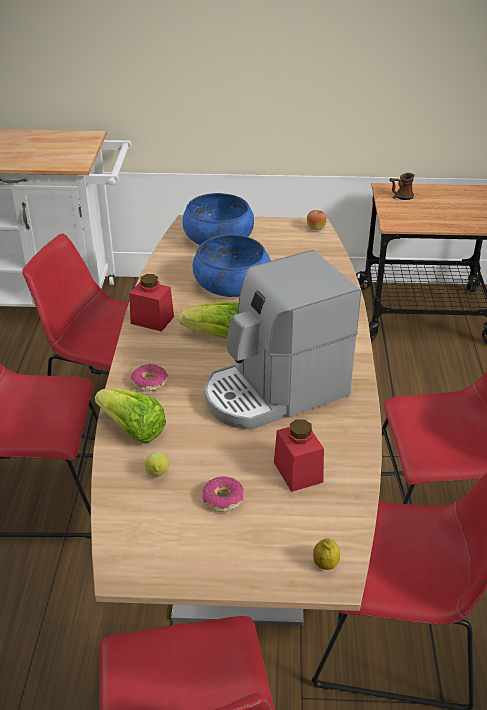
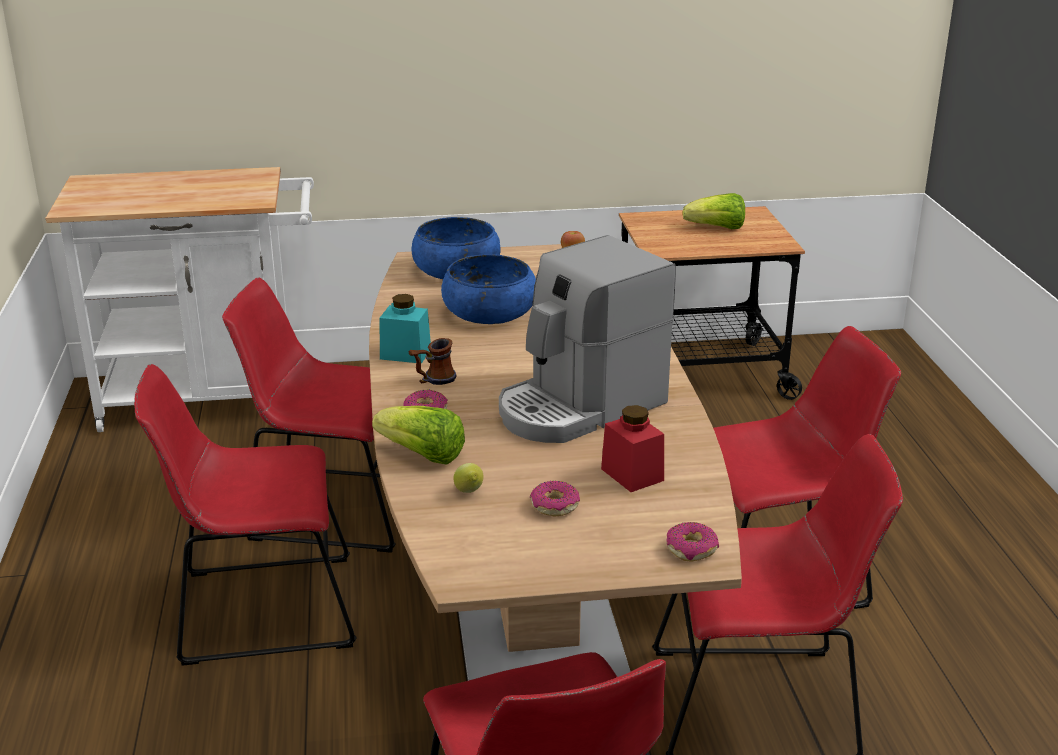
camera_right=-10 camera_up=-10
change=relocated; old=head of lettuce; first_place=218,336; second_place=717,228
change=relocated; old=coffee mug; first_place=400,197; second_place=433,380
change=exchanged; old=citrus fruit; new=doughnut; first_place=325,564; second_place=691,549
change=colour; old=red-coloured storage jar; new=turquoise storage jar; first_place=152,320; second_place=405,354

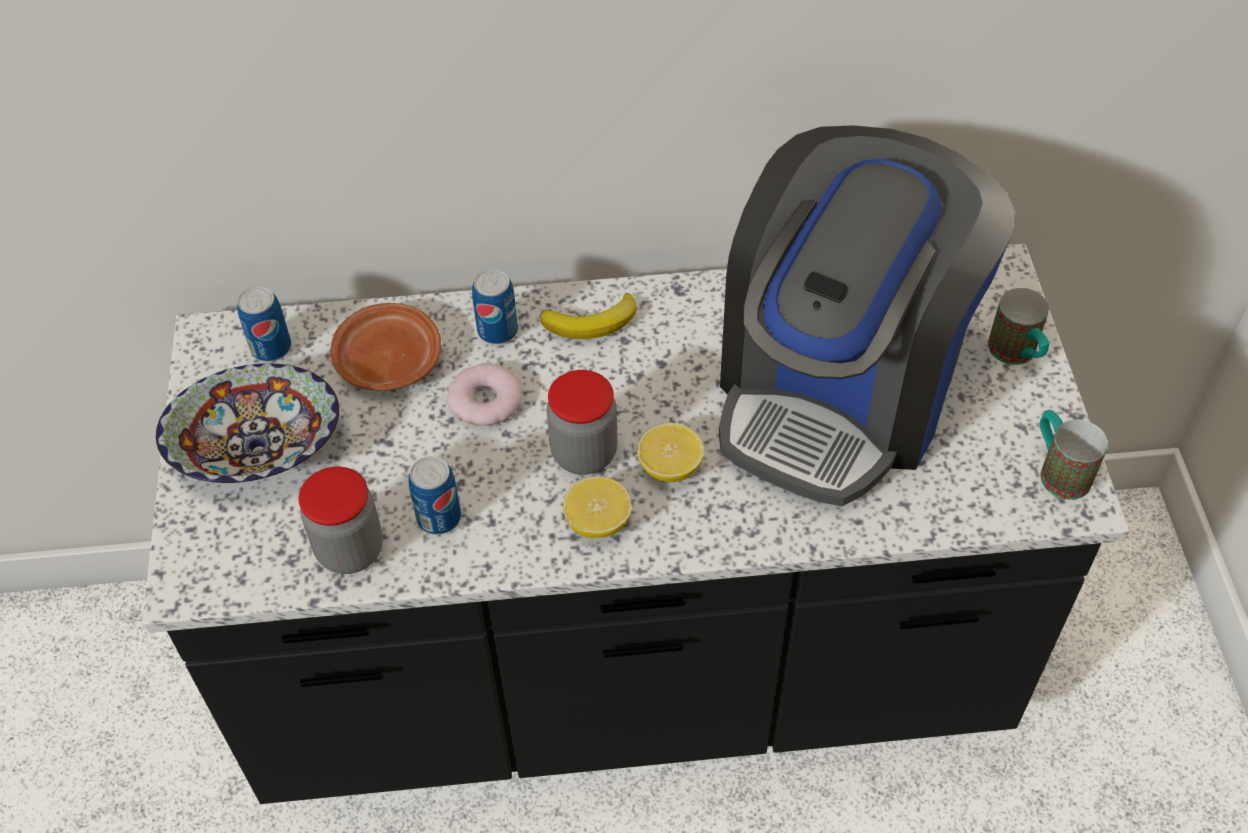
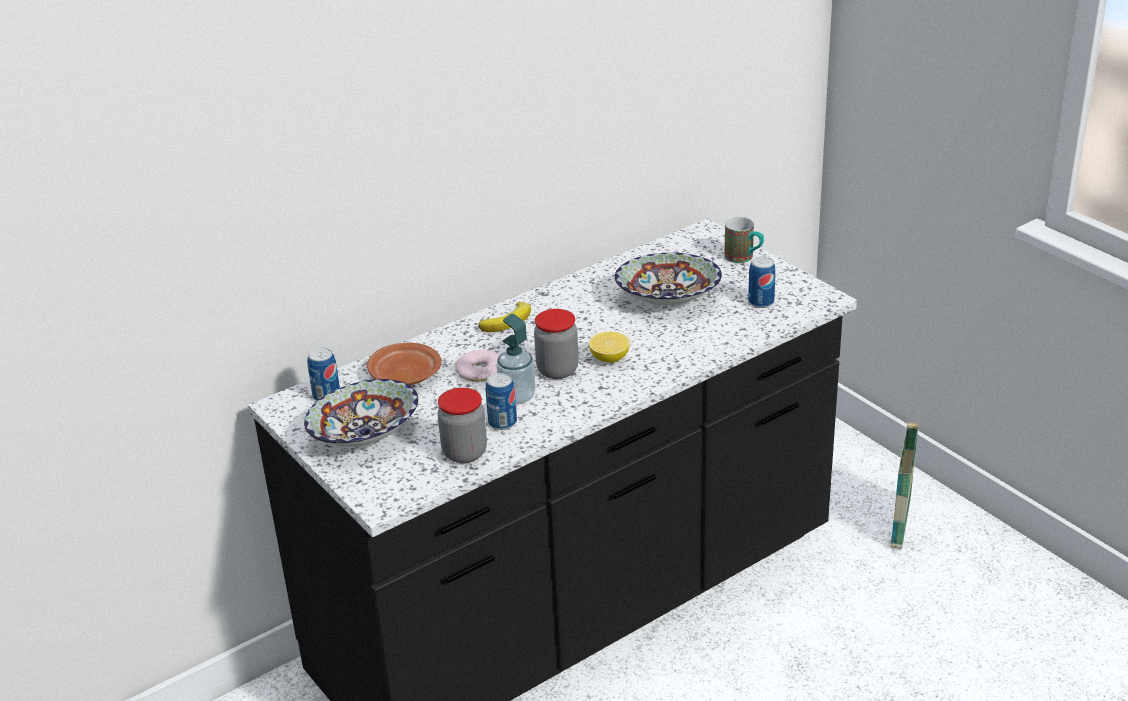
camera_right=-30 camera_up=-20
change=missing; old=citrus fruit; first_place=598,522
change=missing; old=coffee mug; first_place=1057,470
change=appeared; new=liquid soap bottle; second_place=517,397
change=appeared; new=household basket; second_place=900,523
change=relocated; old=metal can; first_place=497,331; second_place=761,302
change=exchanged; old=coffee maker; new=serving bowl; first_place=840,387; second_place=668,299

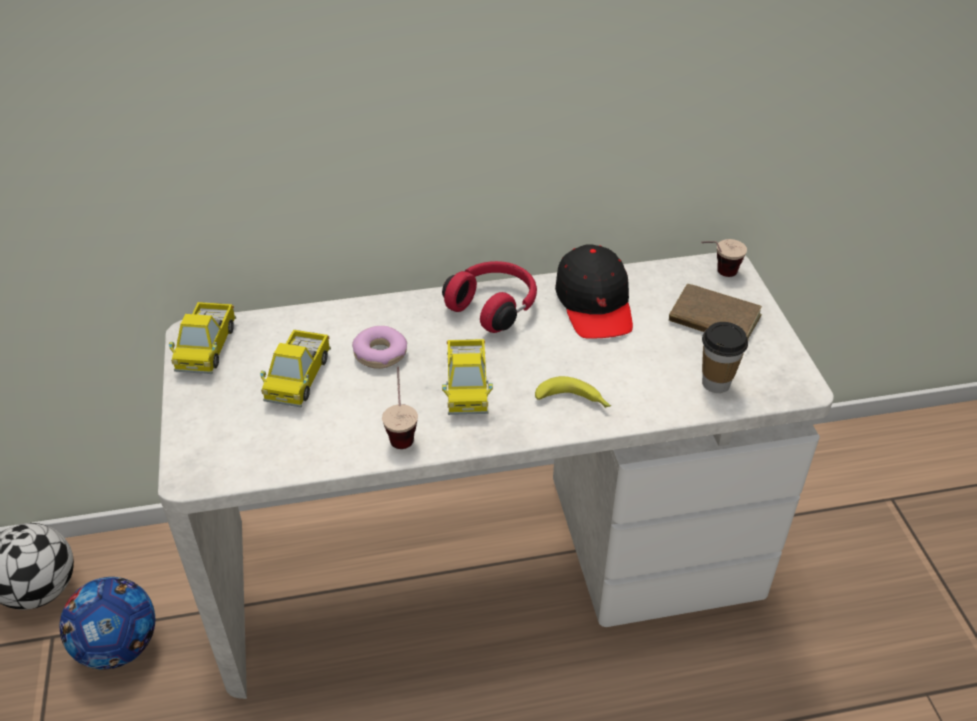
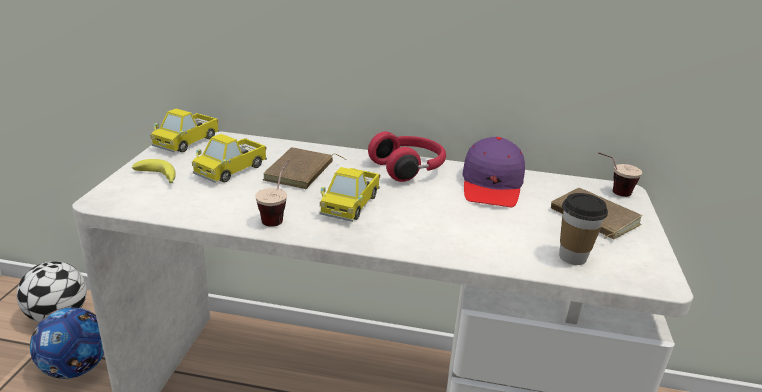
camera_right=20 camera_up=-15
change=relocated; old=whole banana; first_place=574,401; second_place=159,178
change=exchanged; old=doughnut; new=brown-coloured bound book; first_place=380,354; second_place=301,172
change=colour; old=black baseball cap; new=purplish baseball cap; first_place=595,304; second_place=492,185

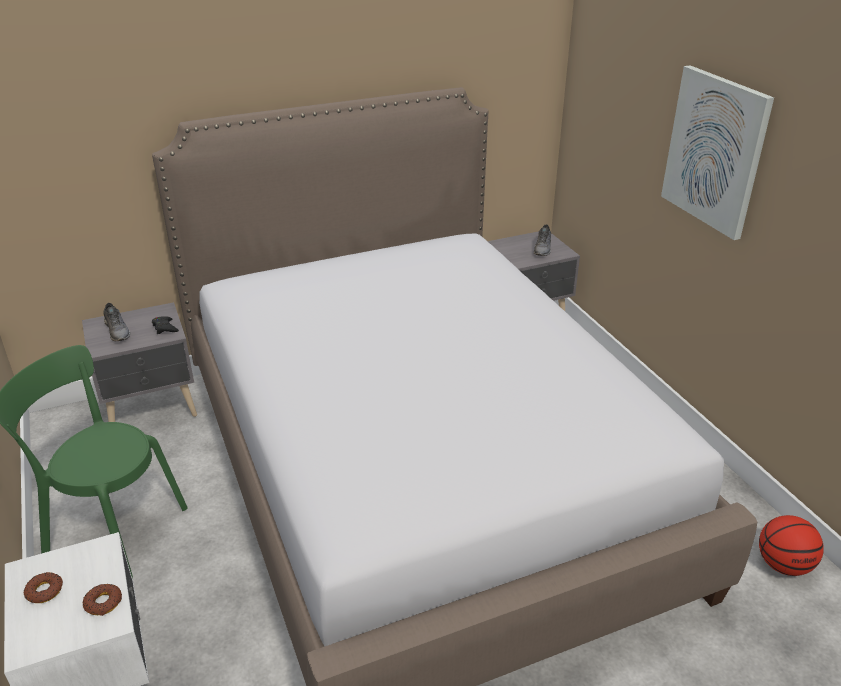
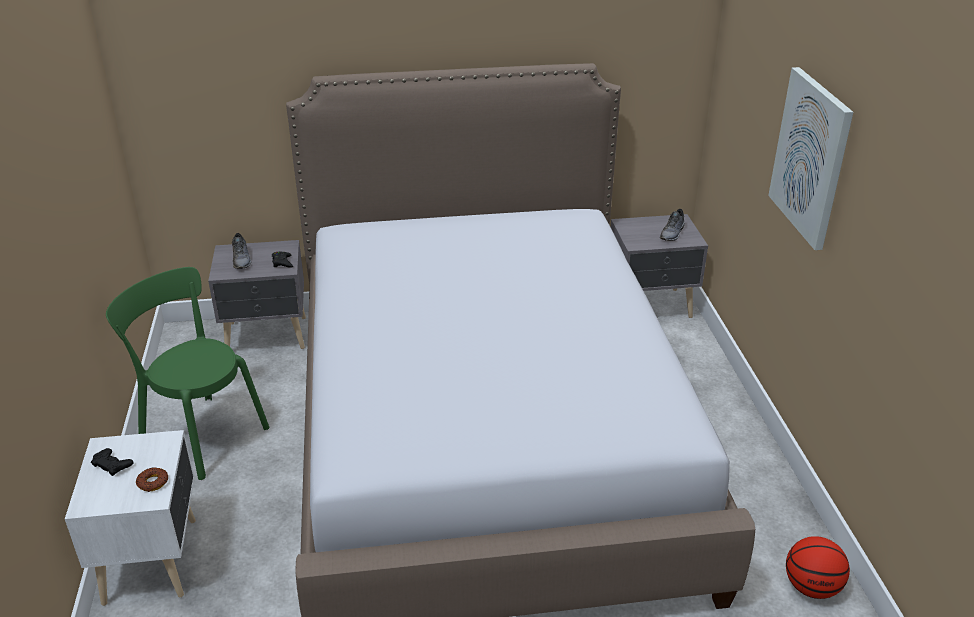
camera_right=15 camera_up=0
change=exchanged; old=doughnut; new=black joypad; first_place=44,591; second_place=112,464

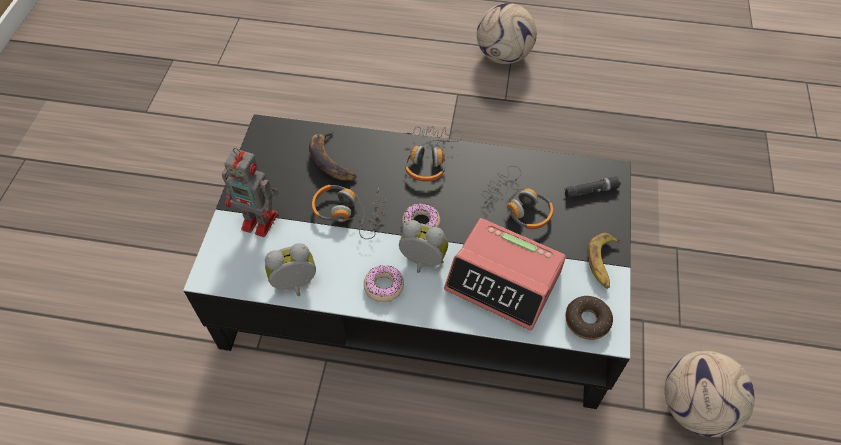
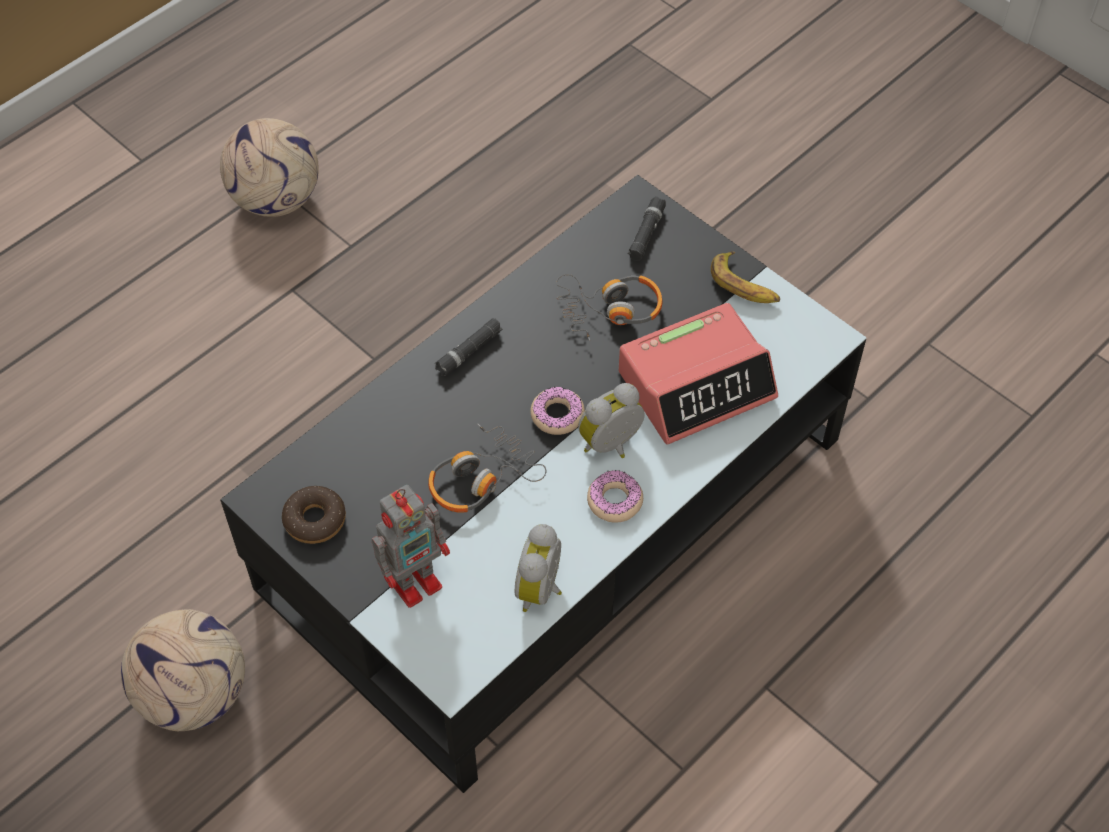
camera_right=-55 camera_up=0
change=missing; old=whole banana; first_place=330,160
change=relocated; old=doughnut; first_place=587,321; second_place=315,520
change=relocated; old=football; first_place=695,406; second_place=193,693
change=exchanged; old=pair of headphones; new=black hand torch; first_place=429,158; second_place=469,352

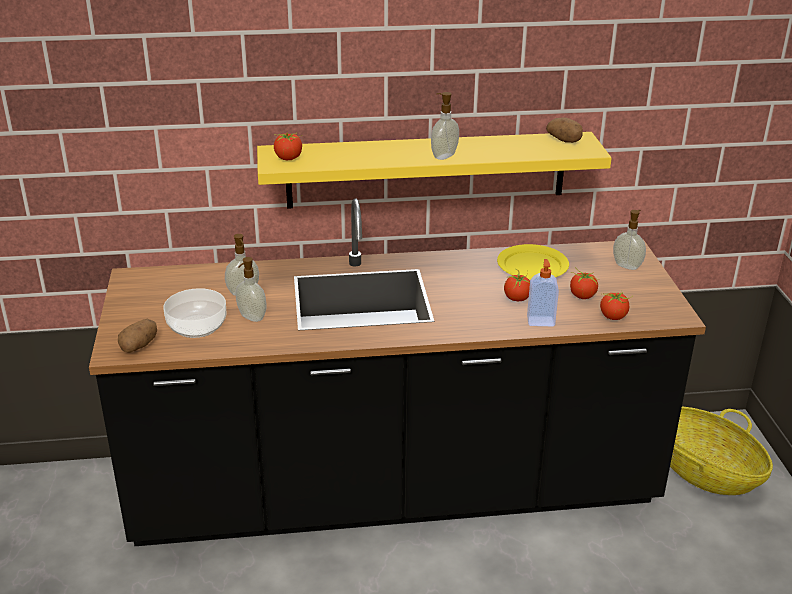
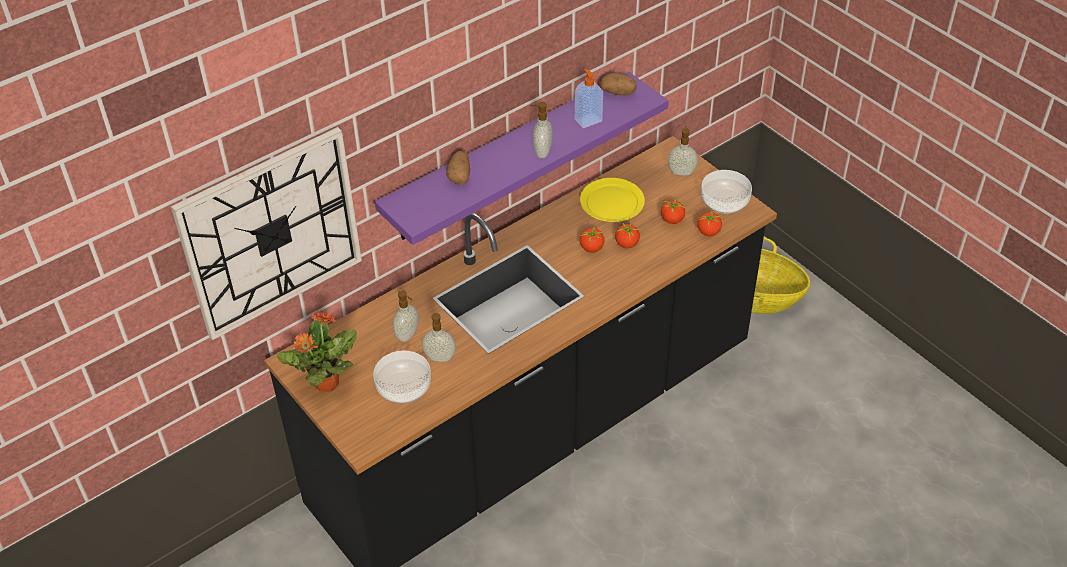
camera_right=-30 camera_up=15
change=appeared; new=wall clock; second_place=271,233
change=appeared; new=potted plant; second_place=325,383
change=appeared; new=serving bowl; second_place=725,202
change=relocated; old=spud; first_place=139,346; second_place=460,176
change=relocated; old=whole tomato; first_place=288,158; second_place=592,248
change=relocated; old=liquid soap bottle; first_place=540,320; second_place=587,120
change=colour; old=yellowish shelf; new=purplish shelf; first_place=426,170; second_place=508,157

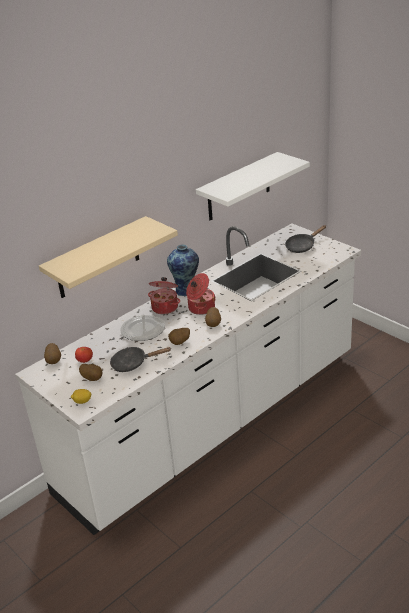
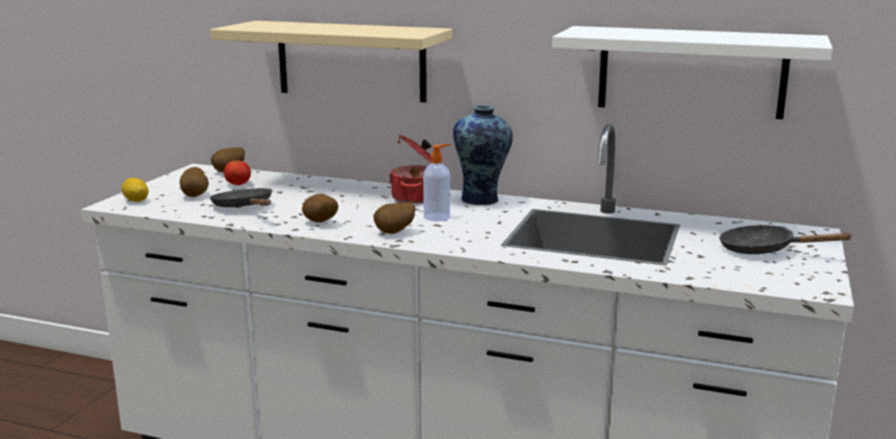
camera_right=60 camera_up=-15
change=missing; old=plate; first_place=142,329
change=exchanged; old=cooking pot; new=liquid soap bottle; first_place=200,308; second_place=437,217

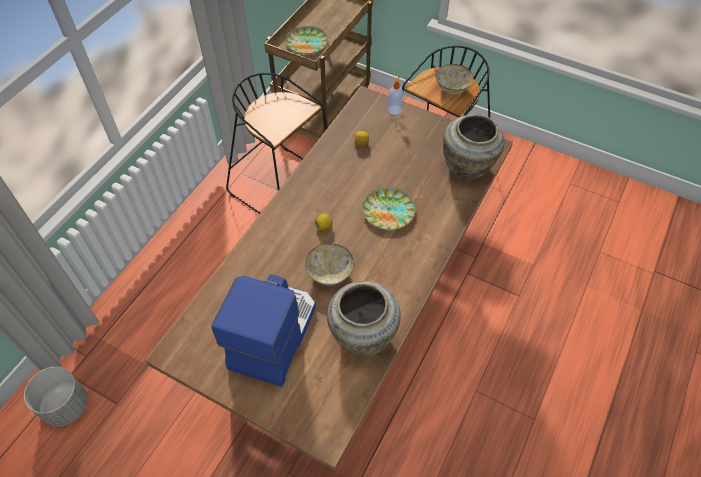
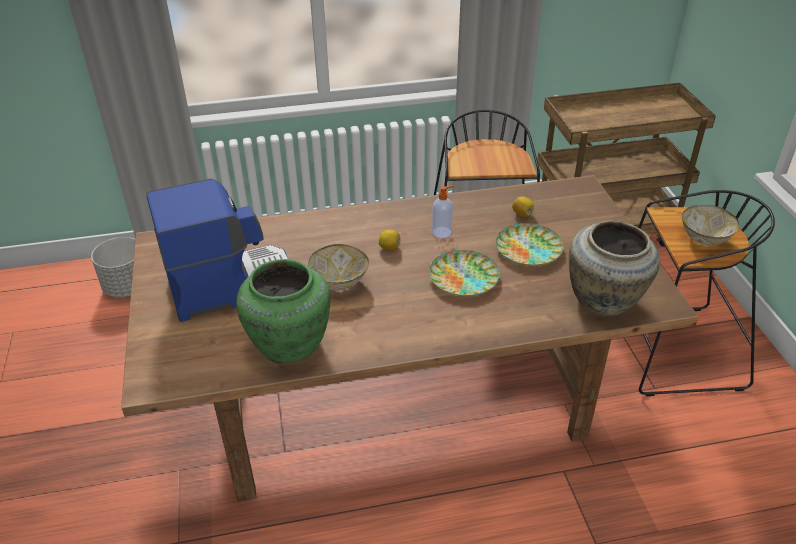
camera_right=50 camera_up=-15
change=relocated; old=plate; first_place=306,43; second_place=529,248
change=relocated; old=liquid soap bottle; first_place=394,109; second_place=442,232
change=colour; old=beige vase; new=greenish vase; first_place=362,336; second_place=290,343

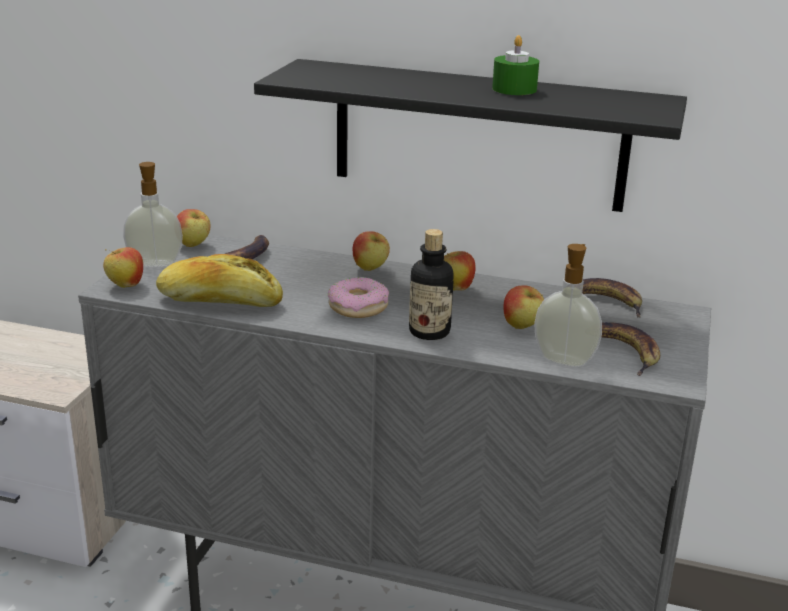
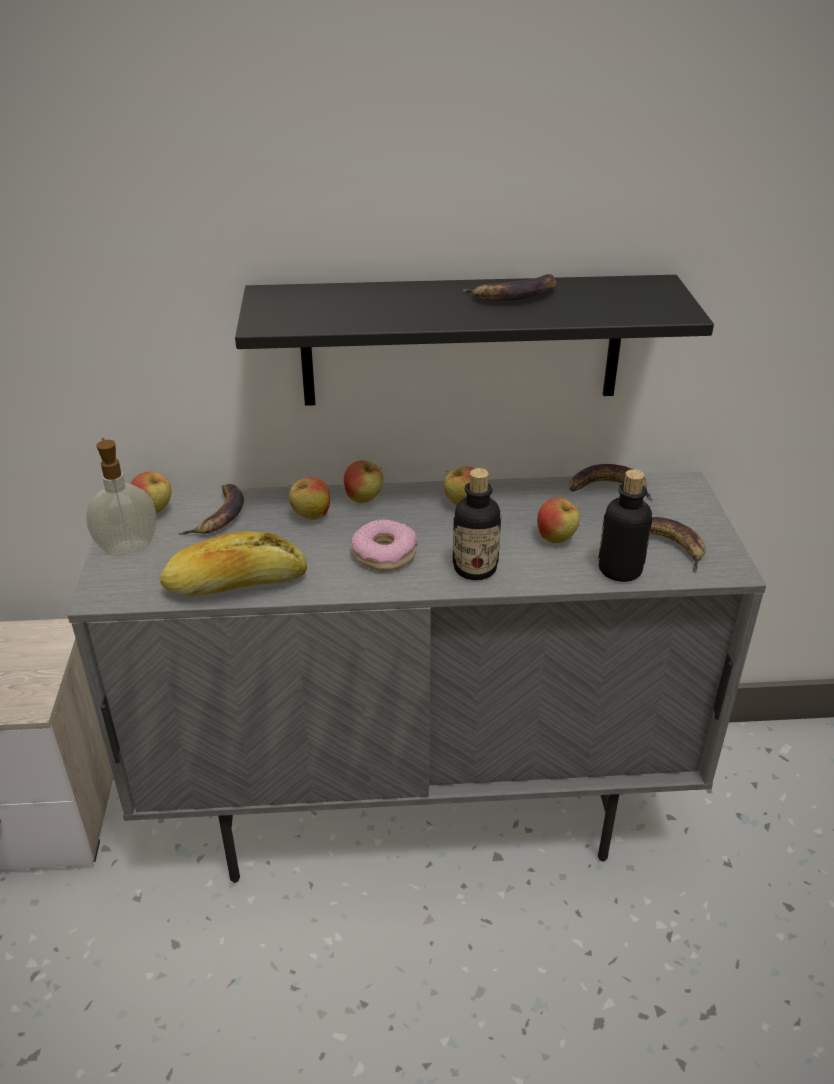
camera_right=-20 camera_up=10
change=relocated; old=apple; first_place=125,285; second_place=311,516
change=exchanged; old=greenish candle; new=whole banana; first_place=514,89; second_place=514,295
change=exchanged; old=liquid soap bottle; new=drink bottle; first_place=564,359; second_place=620,570

